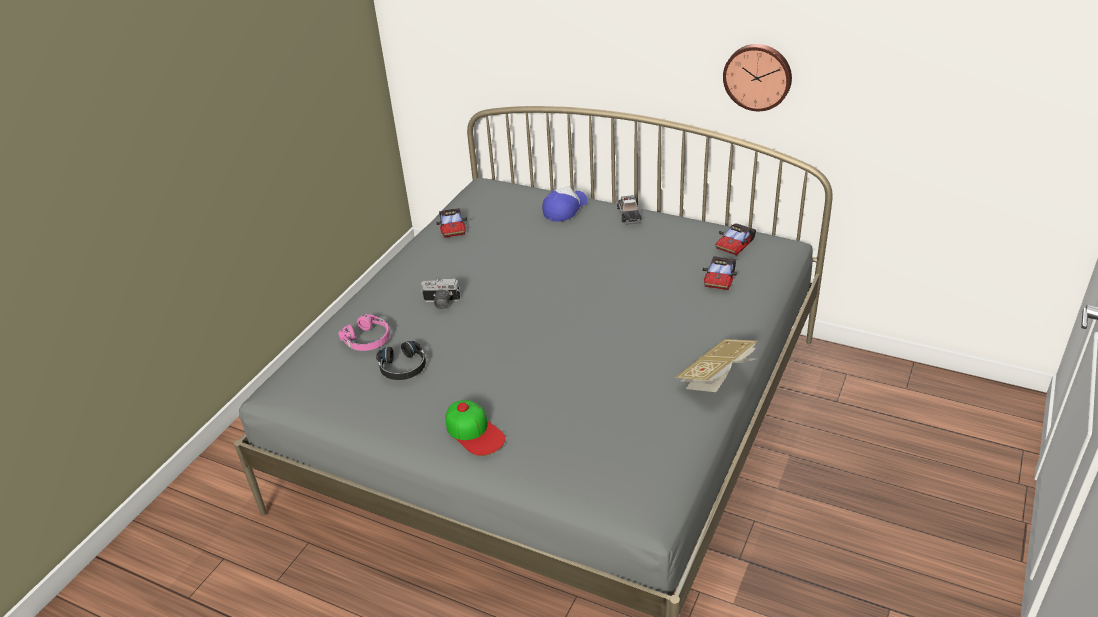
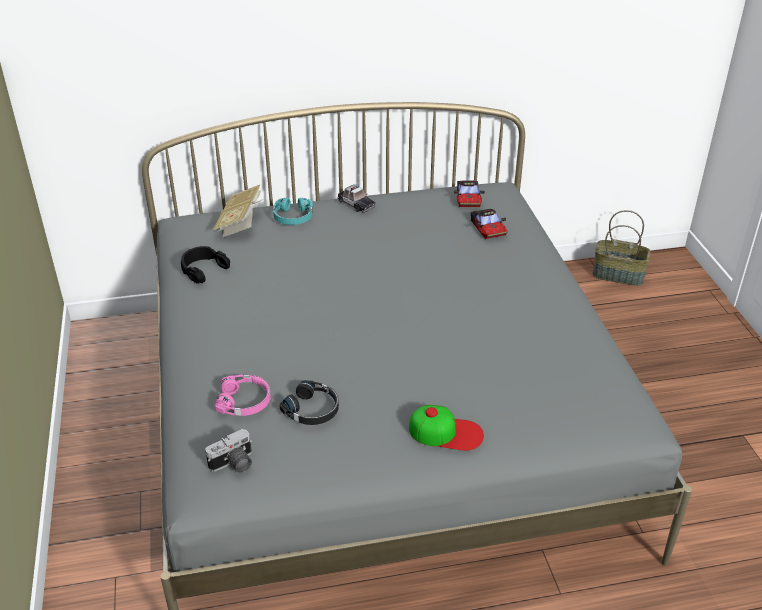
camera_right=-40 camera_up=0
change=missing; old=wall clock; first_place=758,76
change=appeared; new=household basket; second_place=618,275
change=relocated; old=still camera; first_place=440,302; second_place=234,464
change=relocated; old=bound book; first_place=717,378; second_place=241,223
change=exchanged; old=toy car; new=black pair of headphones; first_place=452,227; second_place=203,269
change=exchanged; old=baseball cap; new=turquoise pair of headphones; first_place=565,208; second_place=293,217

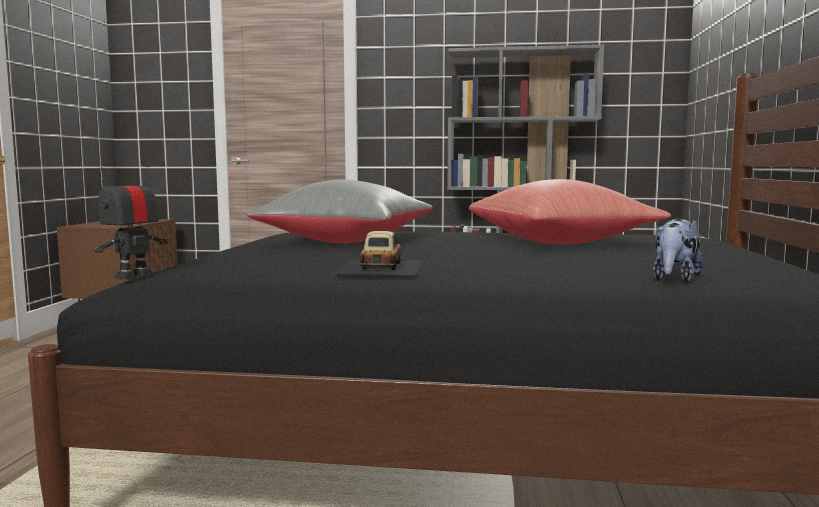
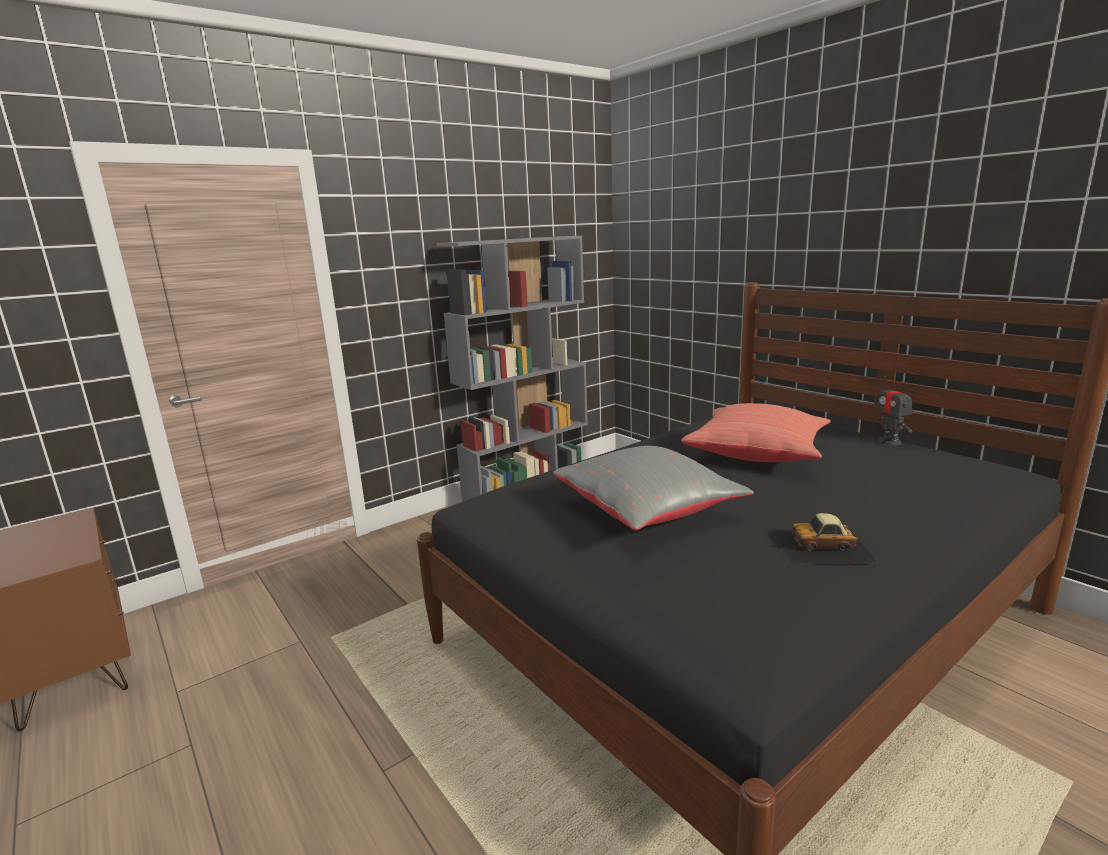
camera_right=-45 camera_up=10
change=missing; old=plush toy; first_place=674,279
change=relocated; old=robot figure; first_place=133,276; second_place=889,442
change=spun; old=toy car; first_place=379,266; second_place=822,545; degrees=-45

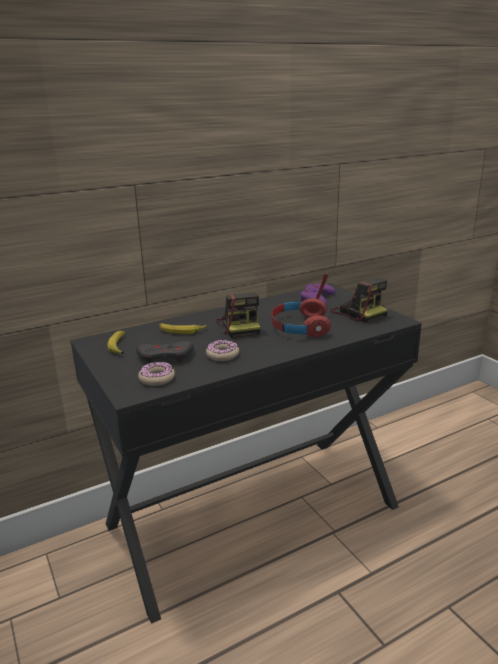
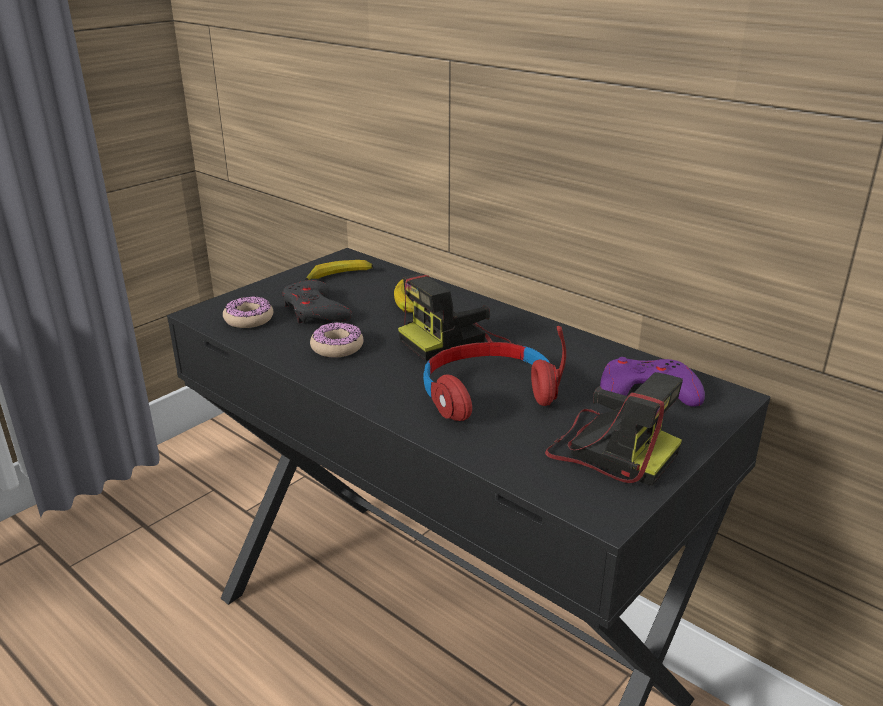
camera_right=70 camera_up=5
change=spun; old=still camera; first_place=358,313; second_place=609,450; degrees=-90

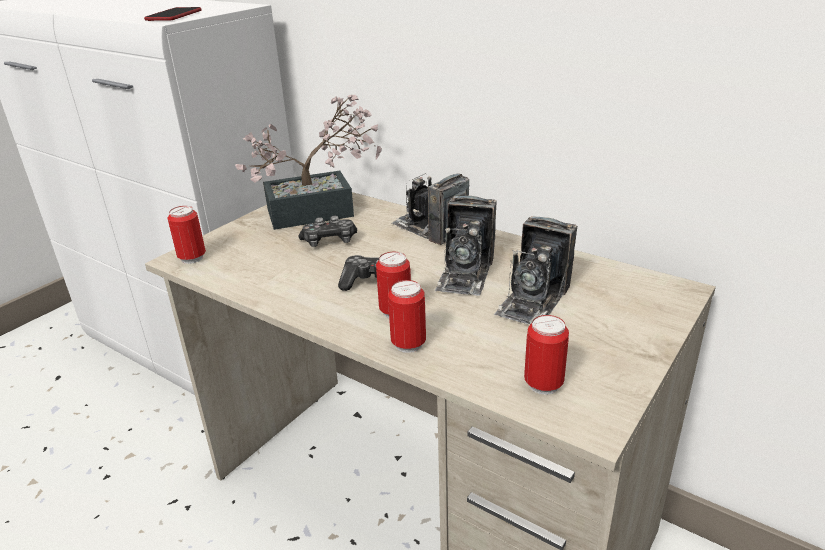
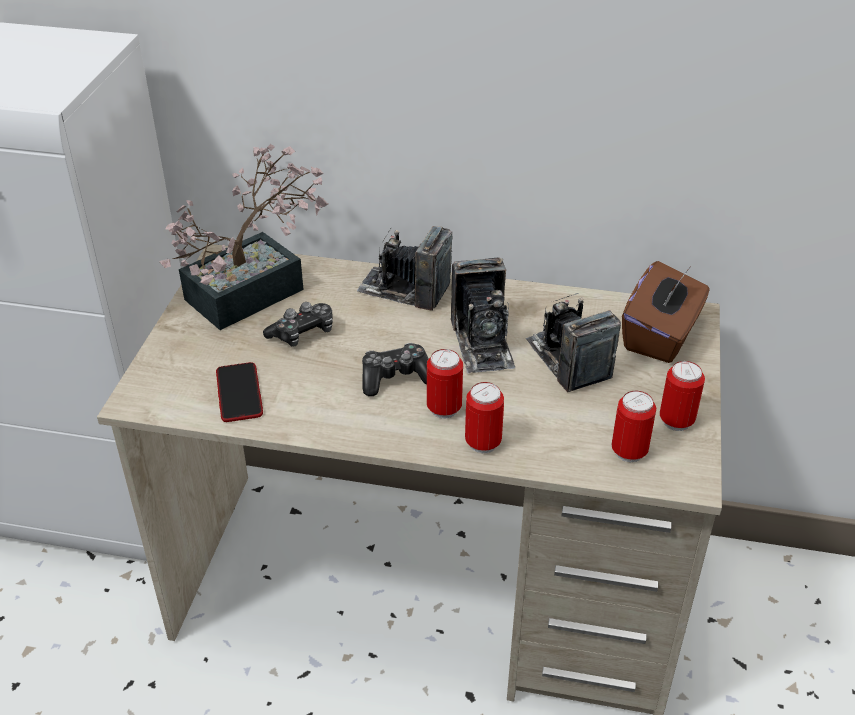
camera_right=-25 camera_up=10
change=appeared; new=brown-coloured tissue holder; second_place=661,336
change=relocated; old=phone; first_place=174,16; second_place=239,393
change=relocated; old=metal can; first_place=192,258; second_place=676,421
change=spun; old=still camera; first_place=533,300; second_place=568,360; degrees=150

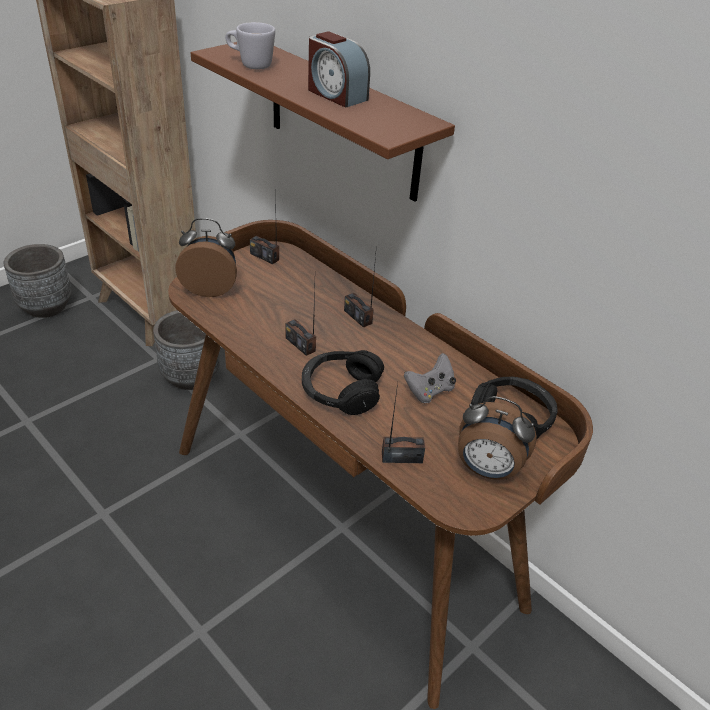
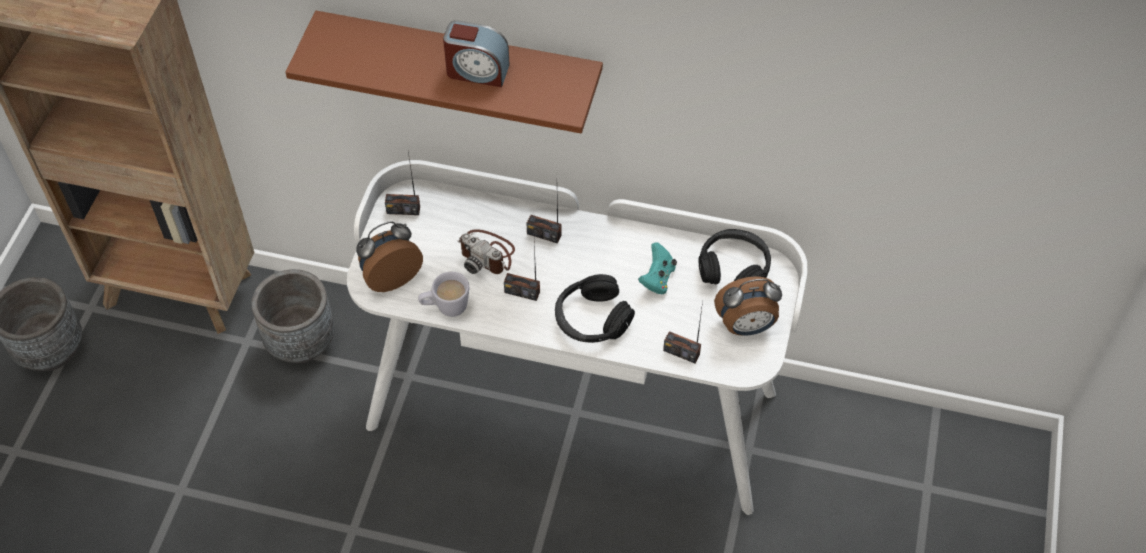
camera_right=-30 camera_up=15
change=appeared; new=still camera; second_place=487,254
change=relocated; old=white-coloured coffee mug; first_place=250,64; second_place=445,307
change=colour; old=brown-coloured desk table; new=white-coloured desk table; first_place=343,522; second_place=573,406
change=colour; old=grey joypad; new=turquoise joypad; first_place=429,391; second_place=657,278
change=spun; old=radio set; first_place=402,458; second_place=681,352; degrees=-120

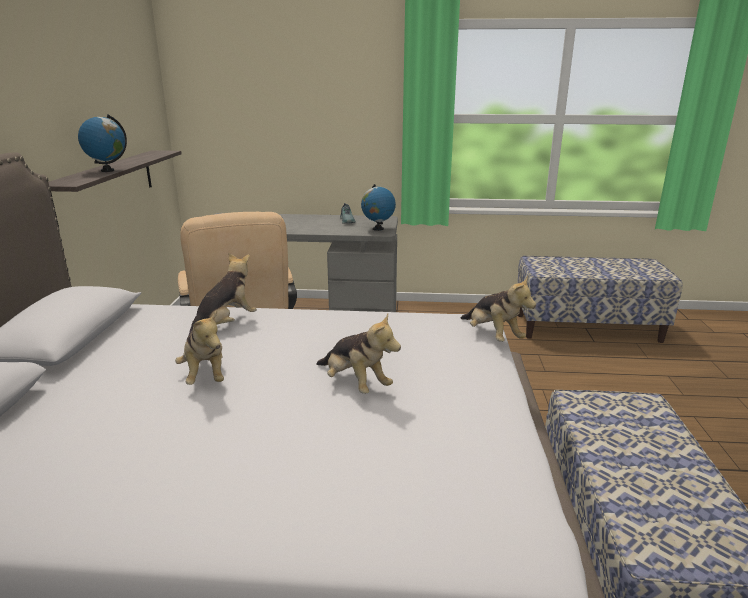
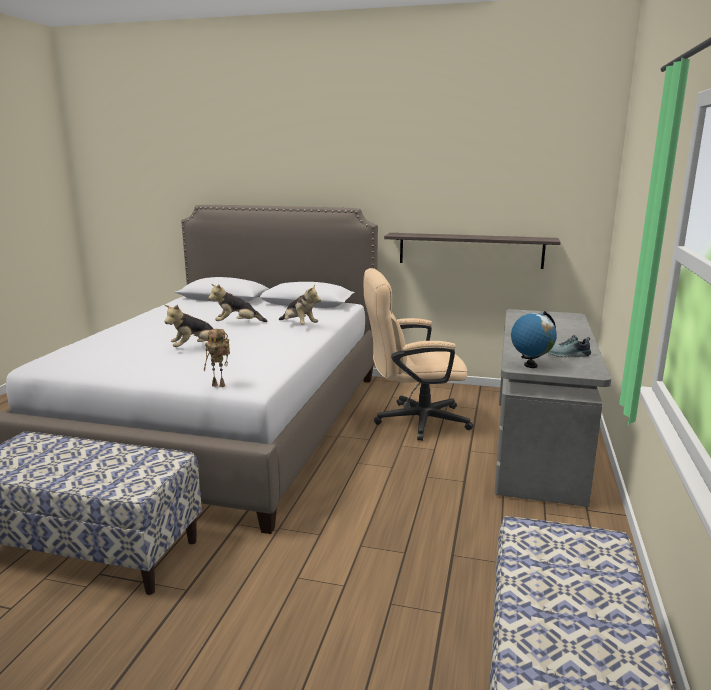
camera_right=100 camera_up=-5
change=missing; old=world globe; first_place=107,170
change=exchanged; old=plush toy; new=robot figure; first_place=492,336; second_place=220,385

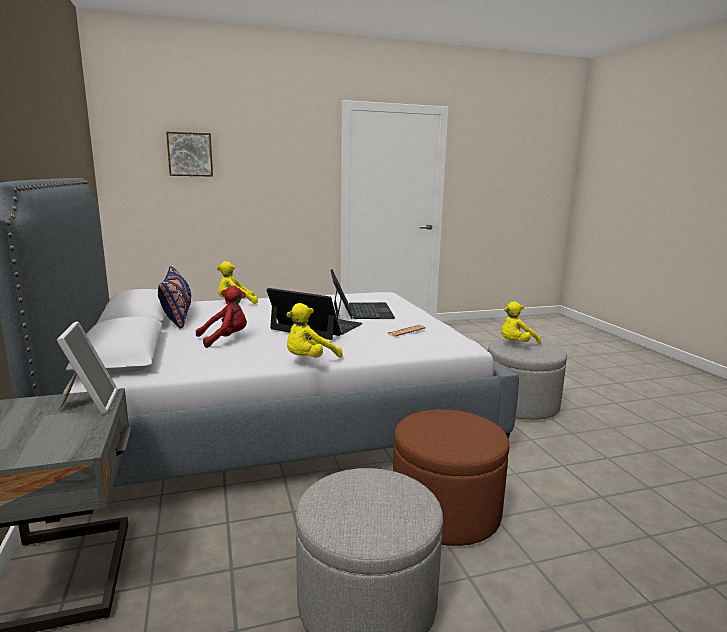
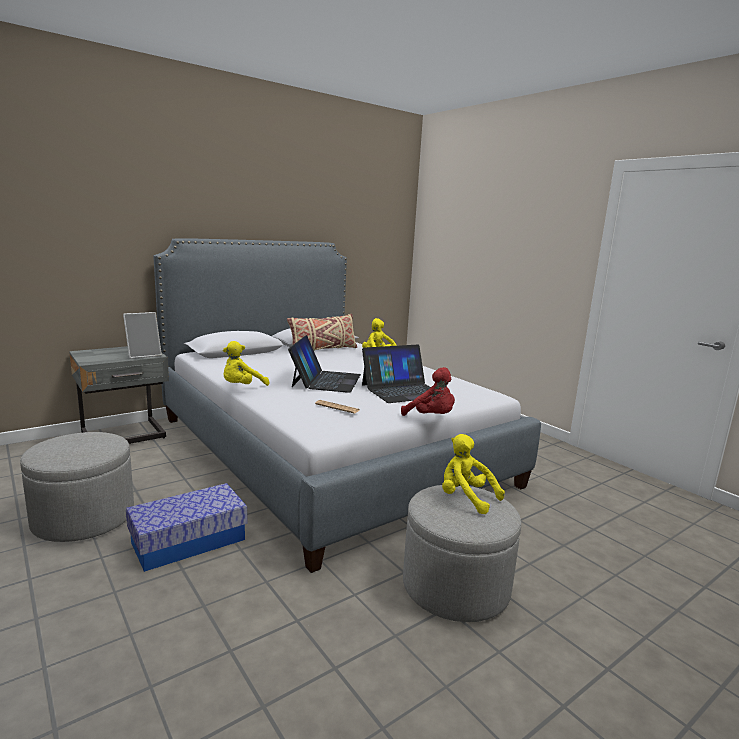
camera_right=70 camera_up=0
change=missing; old=wall art; first_place=190,154
change=relocated; old=red-coloured plush toy; first_place=225,339; second_place=431,417
change=exchanged; old=brown-coloured ottoman; new=storage box; first_place=445,512; second_place=189,541
change=colour; old=blue-coloured throw pillow; new=beige throw pillow; first_place=177,317; second_place=323,349
change=spun; old=yellowish plush toy; first_place=309,360; second_place=242,387; degrees=-75

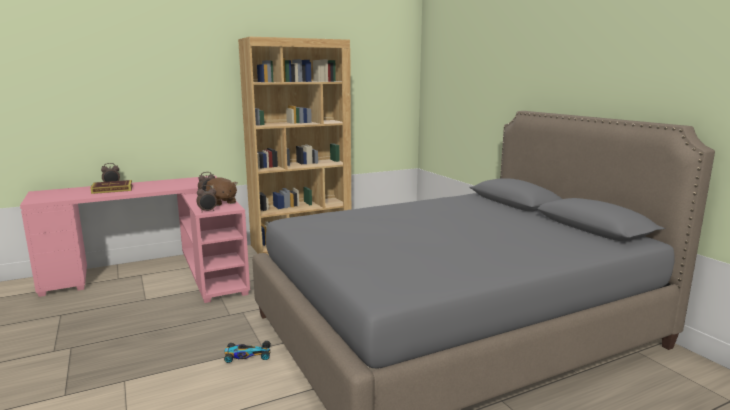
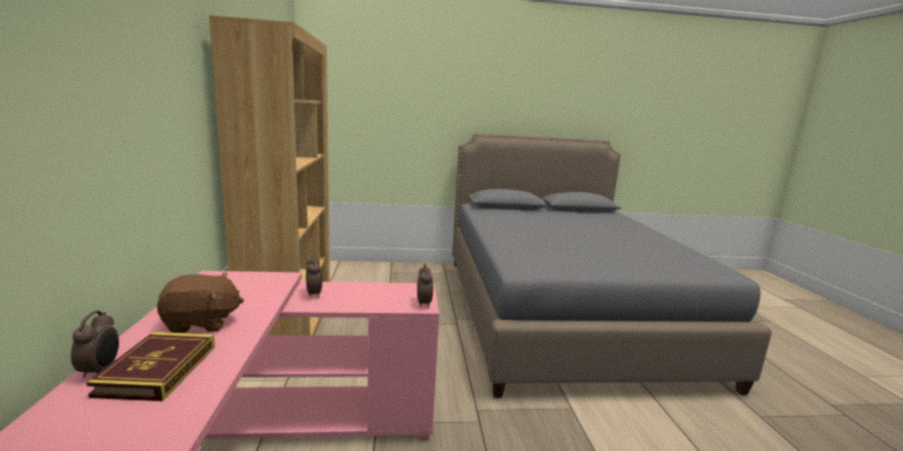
camera_right=-70 camera_up=0
change=missing; old=toy car; first_place=246,355
change=relocated; old=brown-coloured plush toy; first_place=221,202; second_place=201,323

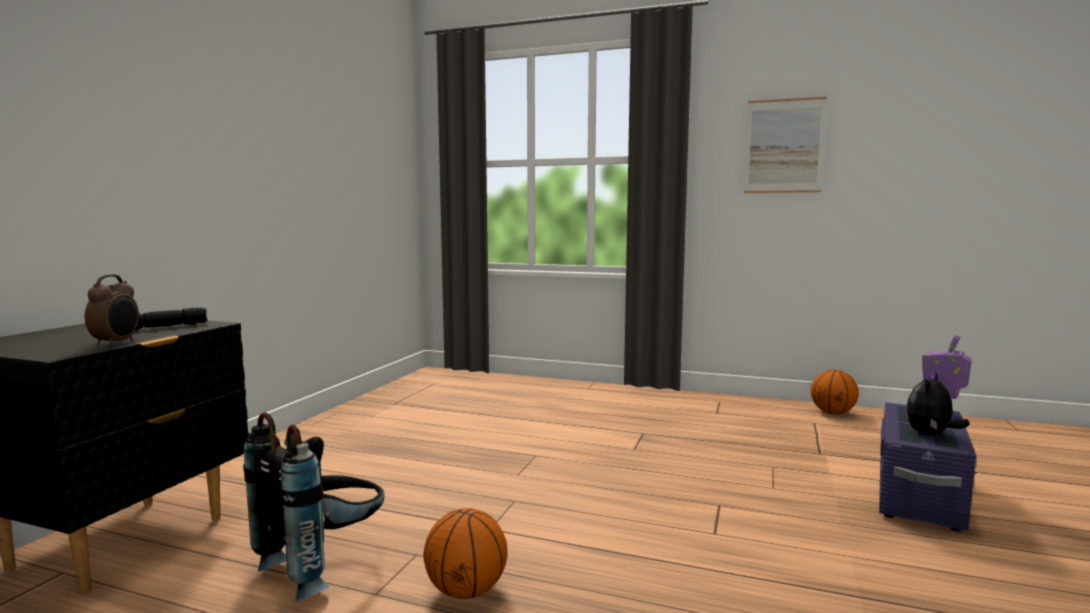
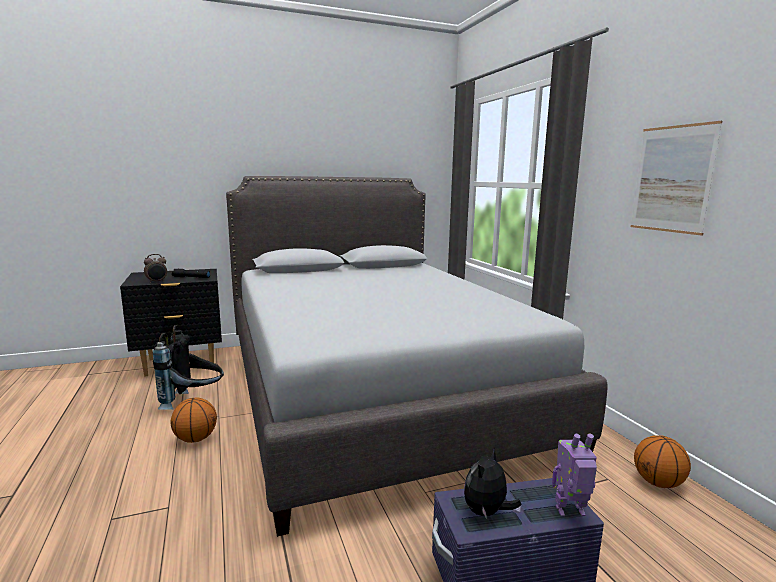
camera_right=50 camera_up=5
change=appeared; new=grey bedroom bed; second_place=374,391
change=spun; old=plush toy; first_place=930,435; second_place=486,512; degrees=-60

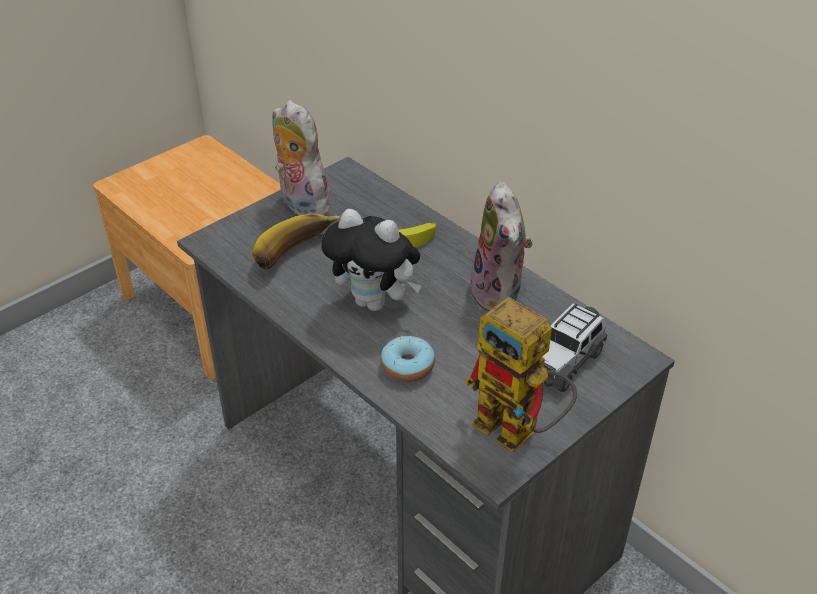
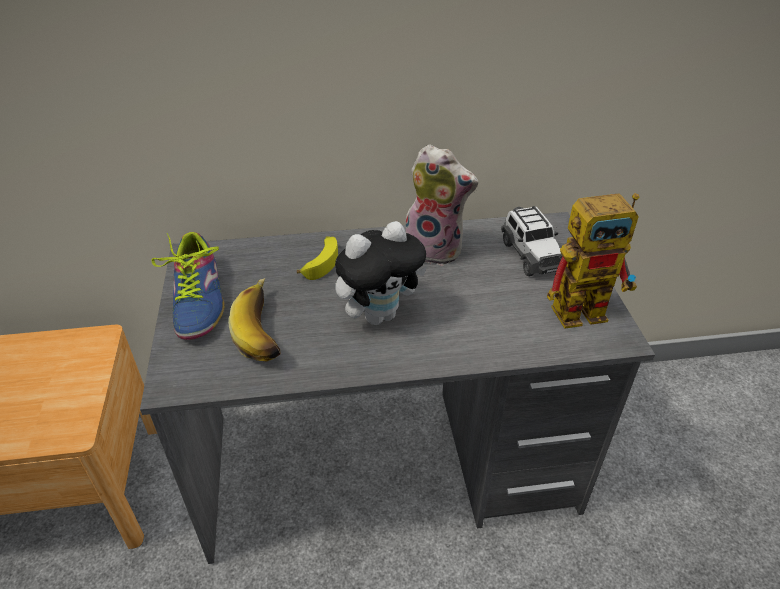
camera_right=-55 camera_up=0
change=missing; old=doughnut; first_place=407,366
change=exchanged; old=plush toy; new=shoe; first_place=300,204; second_place=198,299

